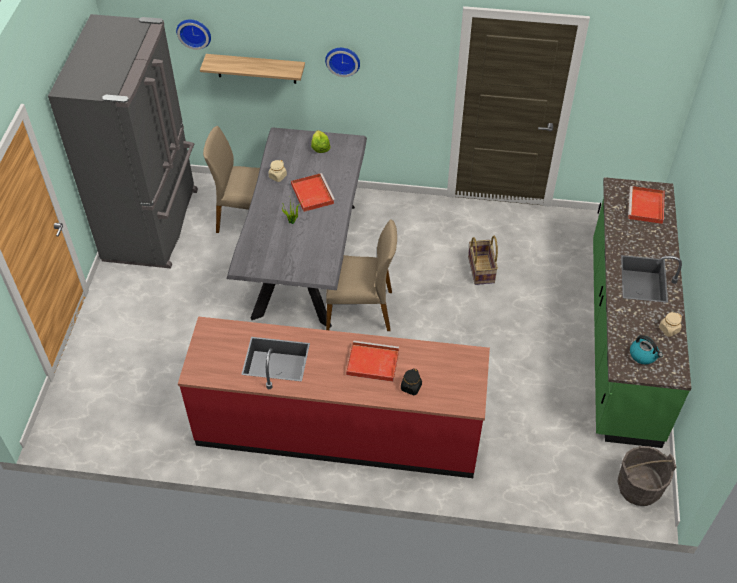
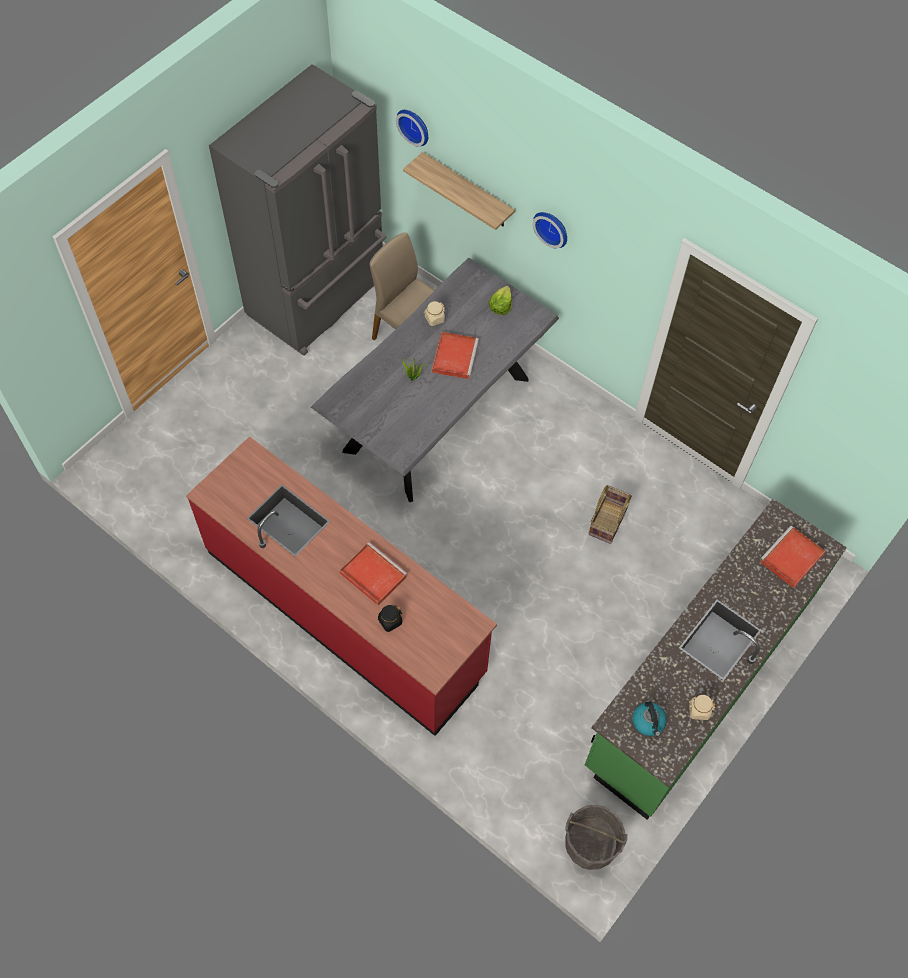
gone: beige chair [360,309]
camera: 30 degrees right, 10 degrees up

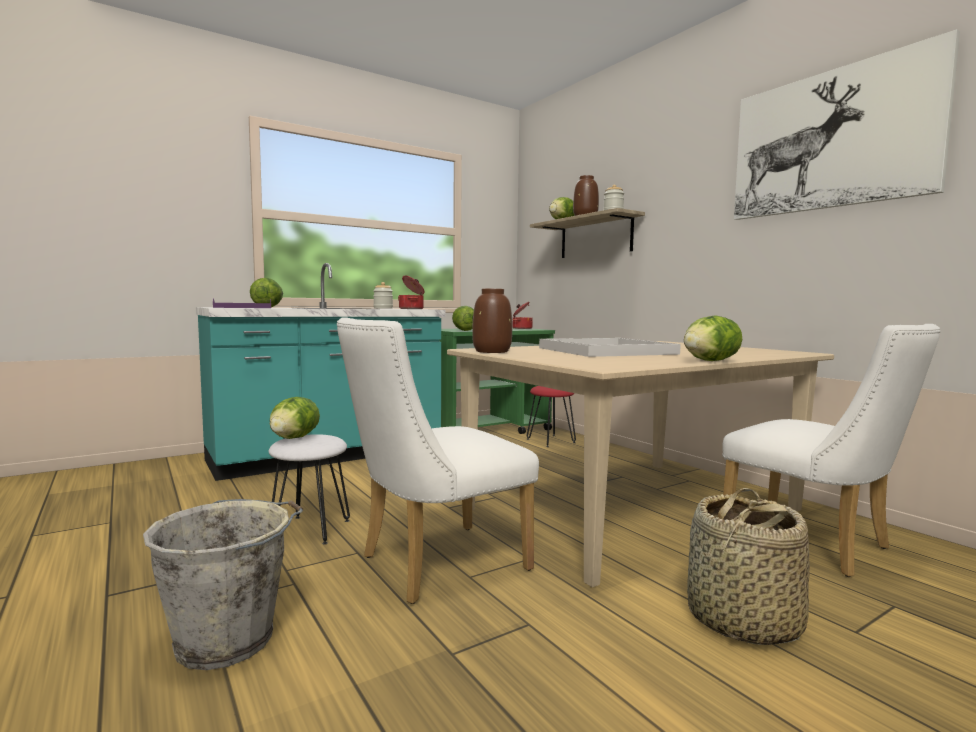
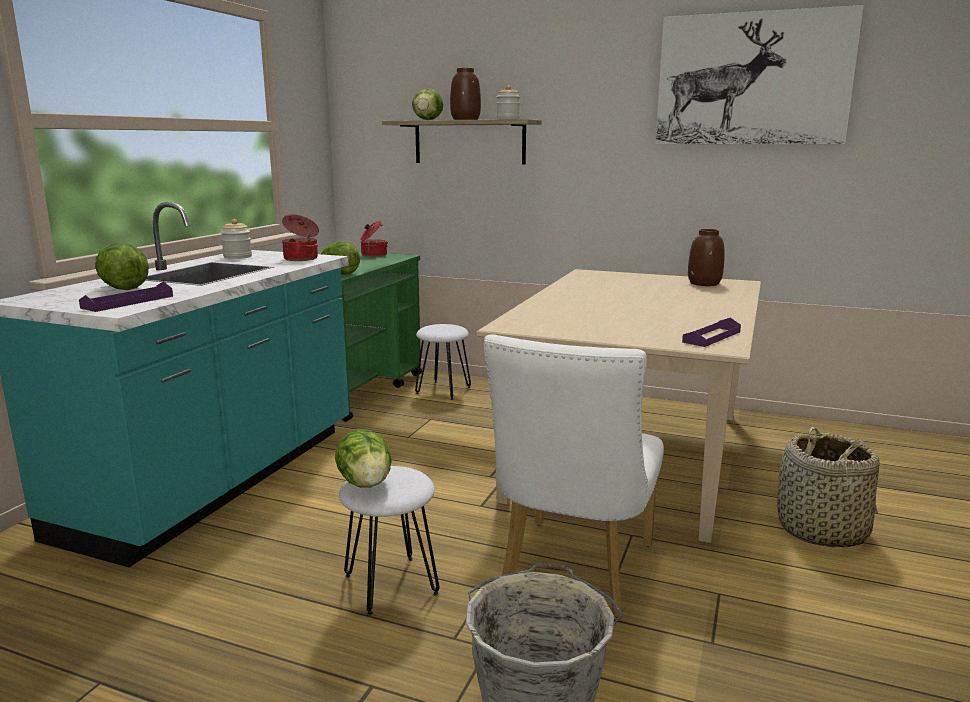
gone: white tray [605,351]; lettuce [710,361]; white chair [816,545]
new: purple tray [711,337]
shifted: brown vase [492,351] to [704,283]
repainted: red stool [551,441] to white stool [443,390]
camera: 35 degrees left, 10 degrees up

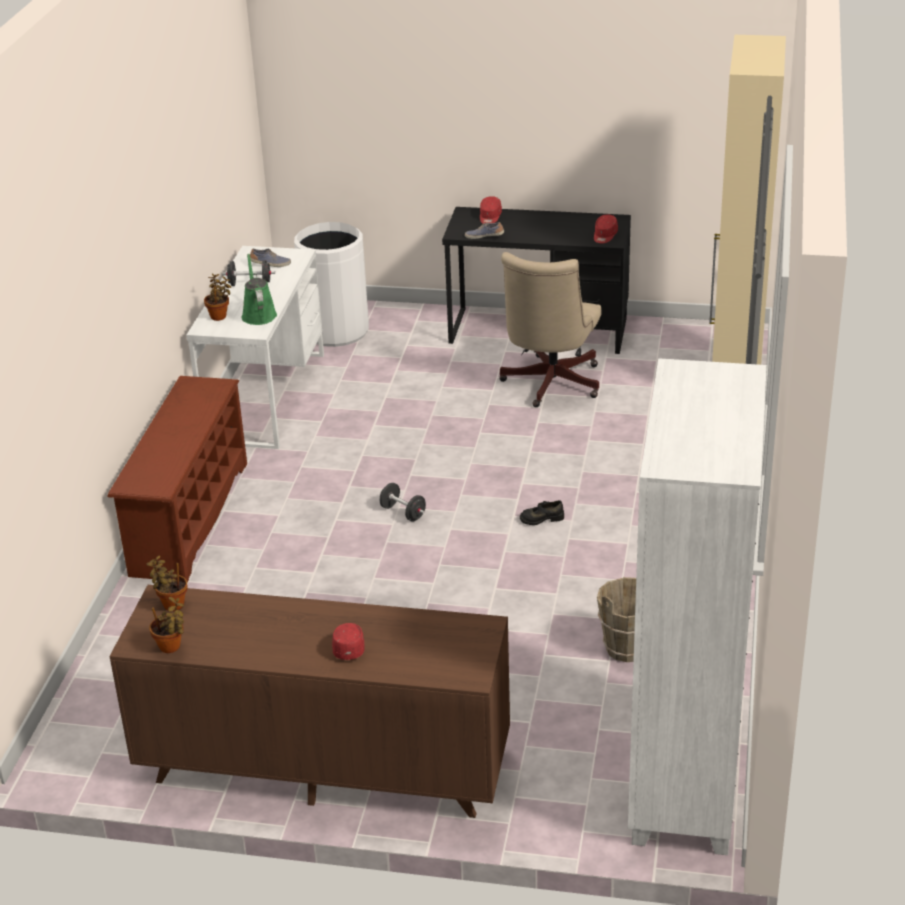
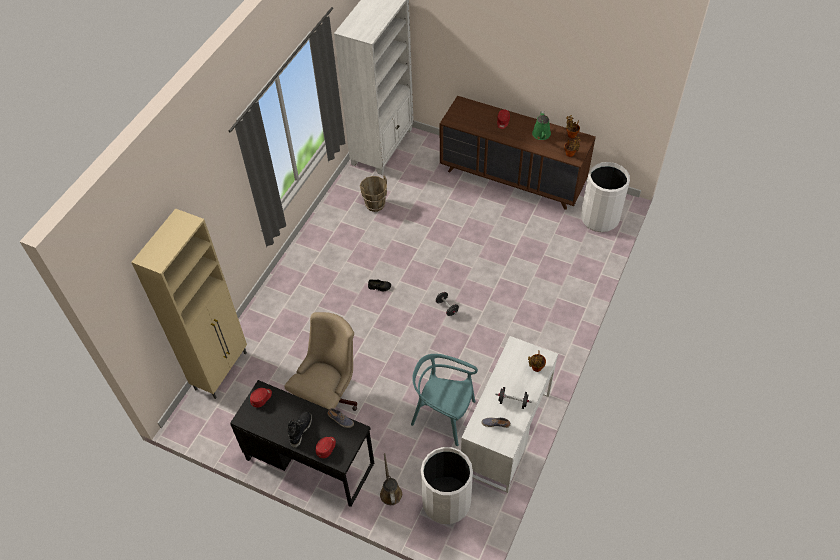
gone: brown shoe rack [188,518]
new: black boot [300,430]; brown watering can [390,492]; turquoise chair [443,415]; white trash can [600,218]
shifted: green watering can [258,314] to [541,135]
camera: 165 degrees left, 20 degrees up

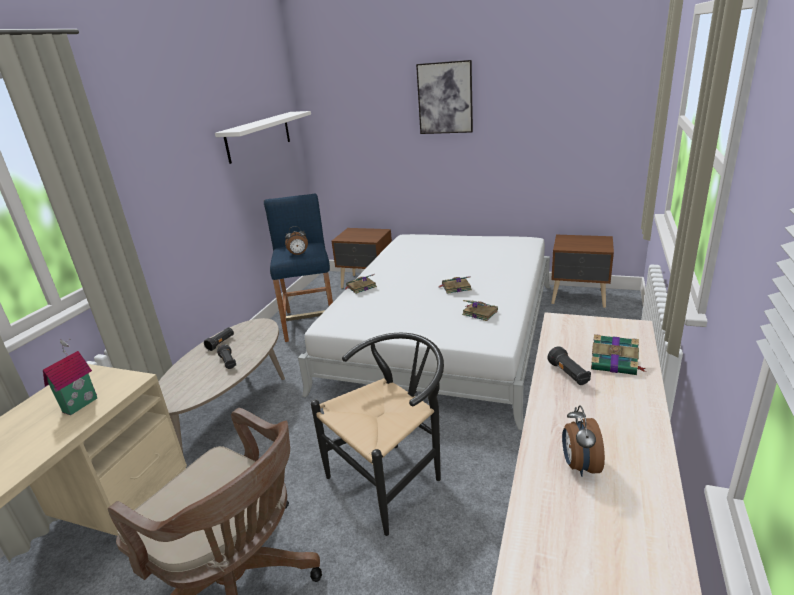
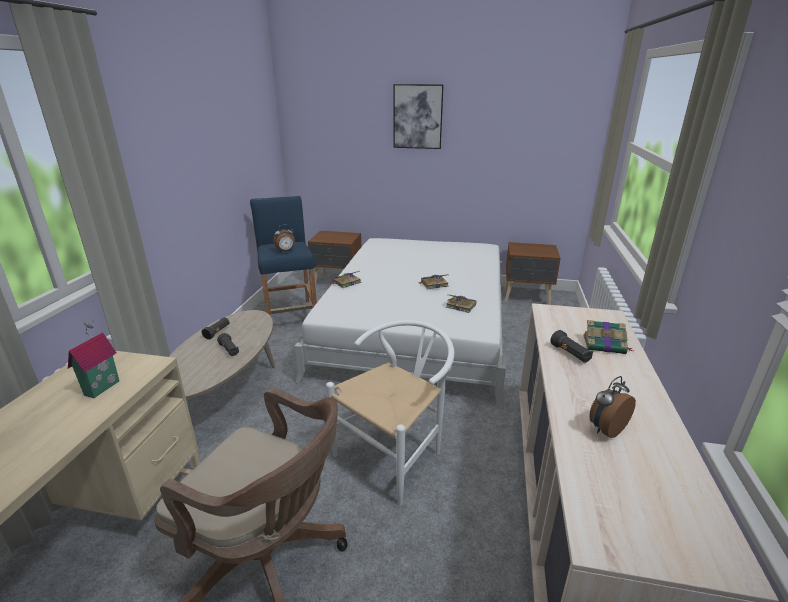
gone: white shelf [259,136]
repainted: black chair [393,477] to white chair [396,453]
rotated: alarm clock [579,466] = [605,429] 60 degrees clockwise
camera: 10 degrees left, 0 degrees up

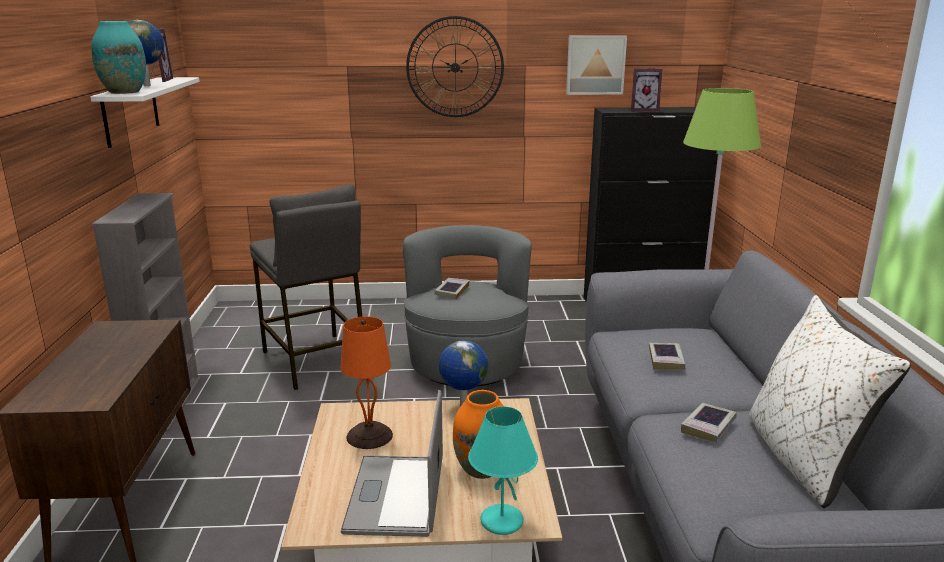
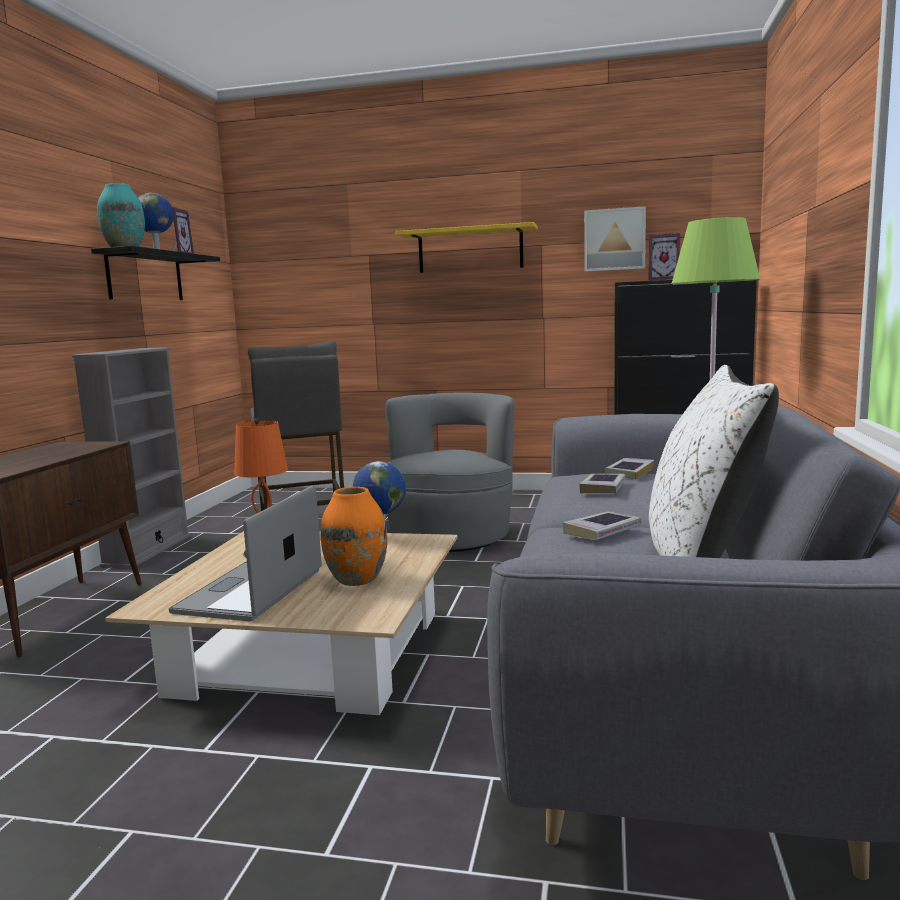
gone: turquoise table lamp [500,521]
shifted: book [452,291] to [629,472]
swapped: wall clock [455,67] to yellow shelf [470,250]
repainted: white shelf [131,110] to black shelf [145,277]
camera: 15 degrees right, 10 degrees down

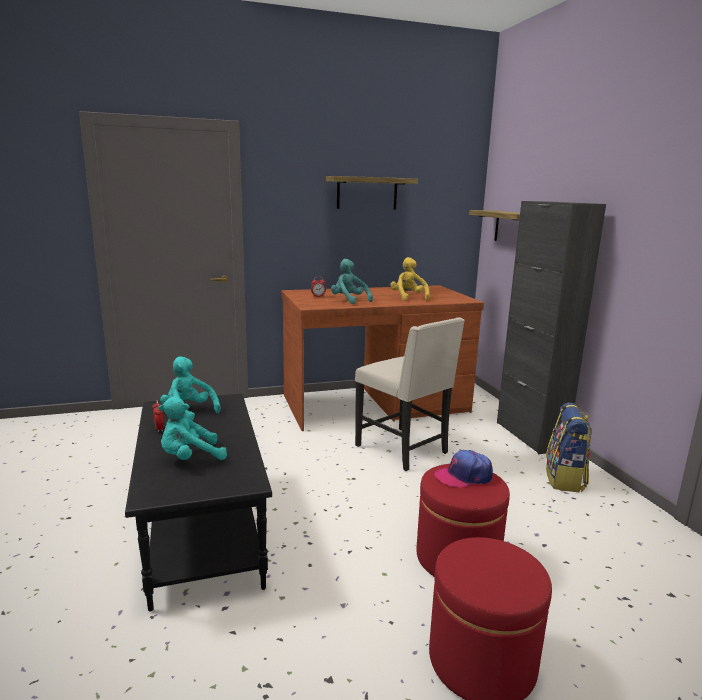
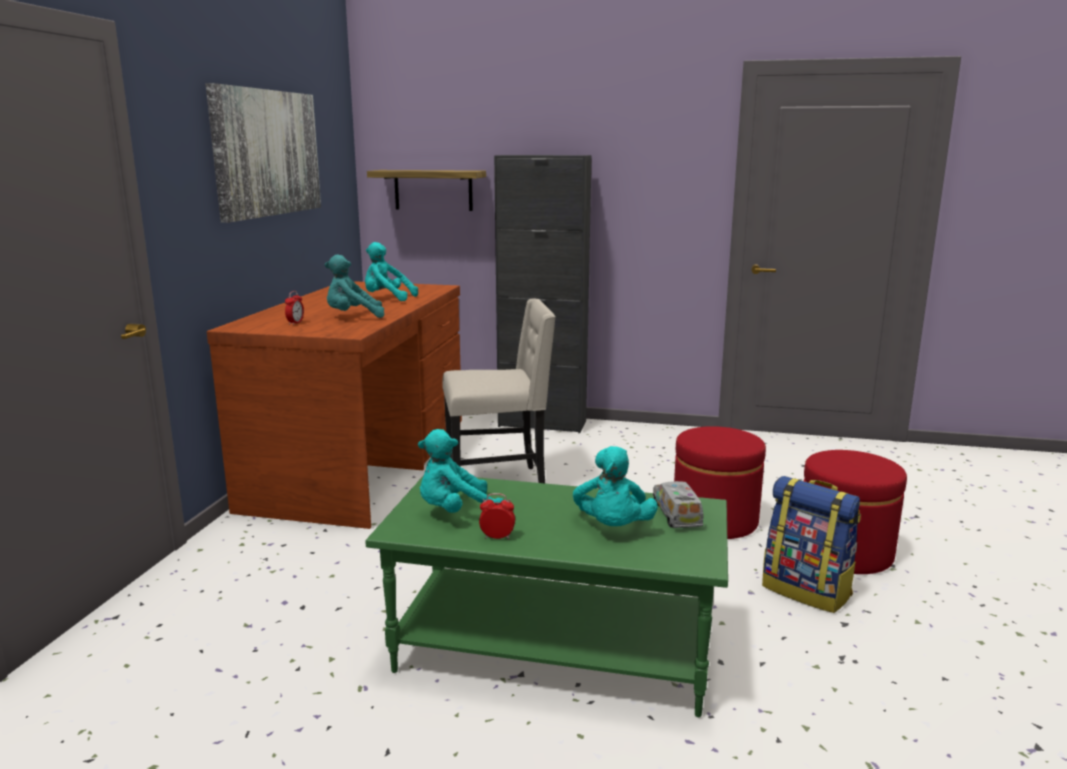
gone: cap [463,476]
new: toy truck [676,514]
shifted: backpack [565,479] to [807,591]
swapped: shelf [367,193] to picture [267,153]
repainted: black coffee table [201,529] to green coffee table [552,652]; yellow plush toy [408,298] to turquoise plush toy [387,298]
camera: 60 degrees left, 0 degrees up

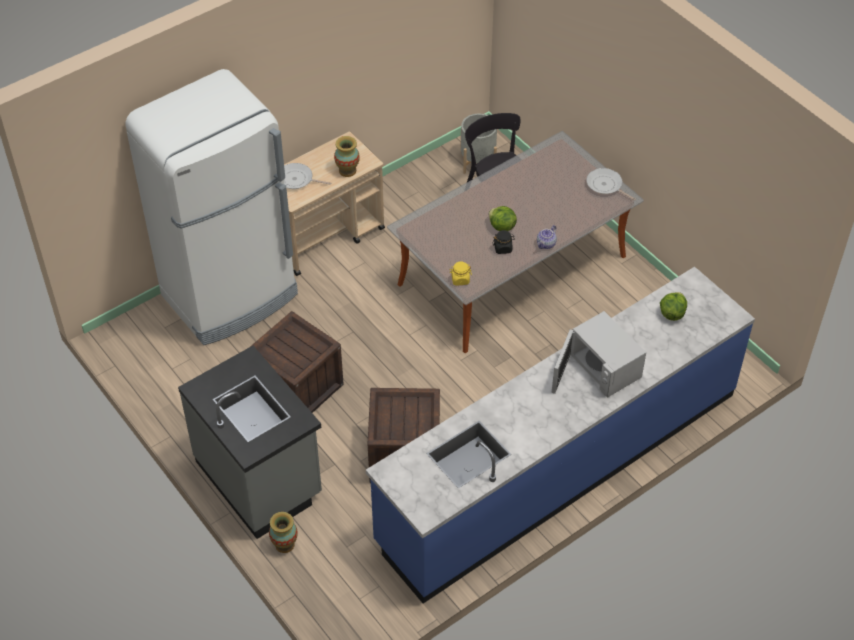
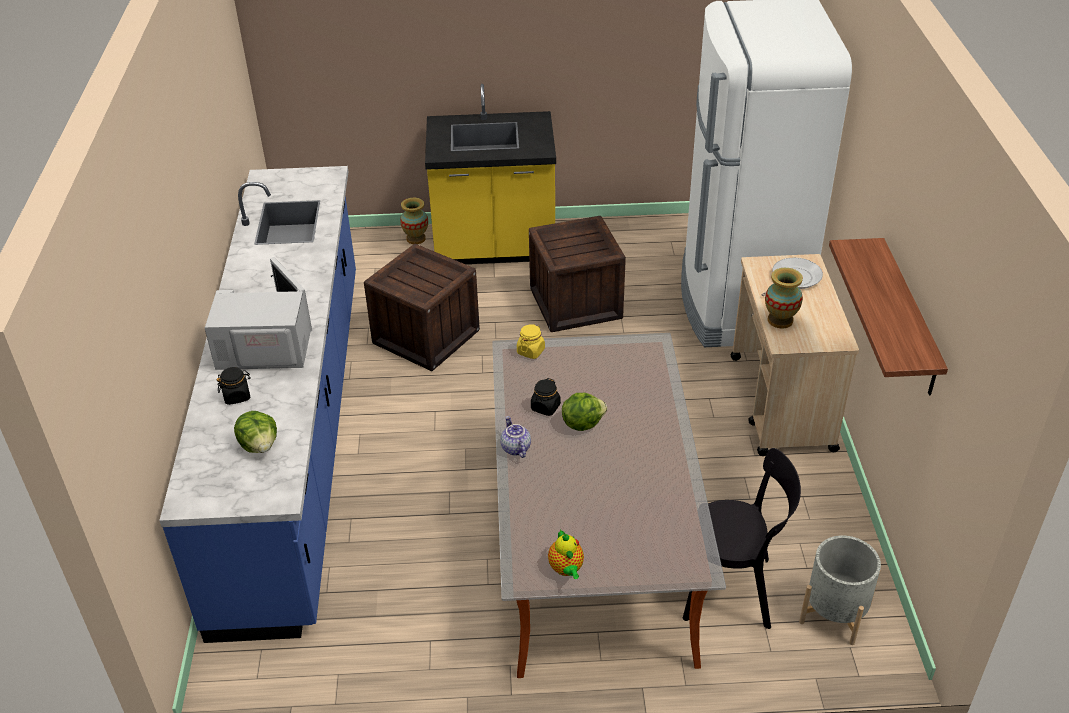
new: black jar [237,396]; shelf [909,318]
swapped: frying pan [606,185] to teapot [566,569]
repainted: grey counter [260,478] to yellow counter [495,248]
camera: 125 degrees right, 10 degrees down

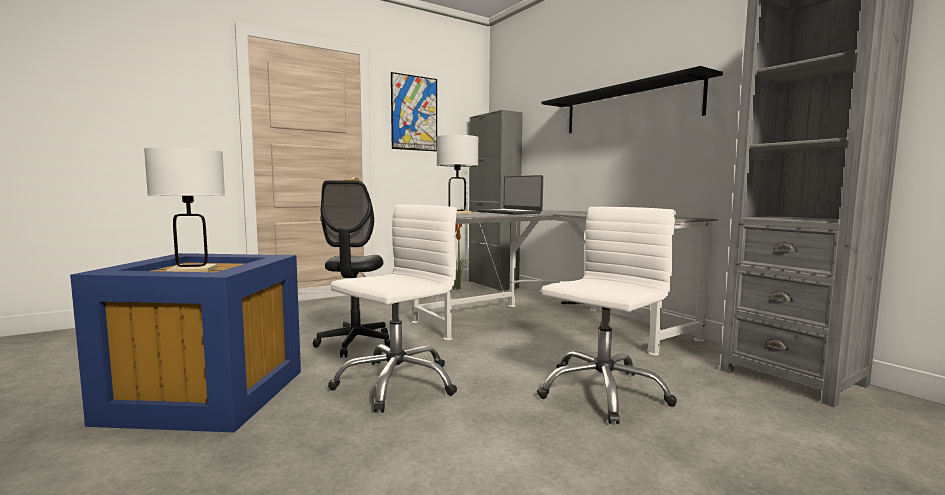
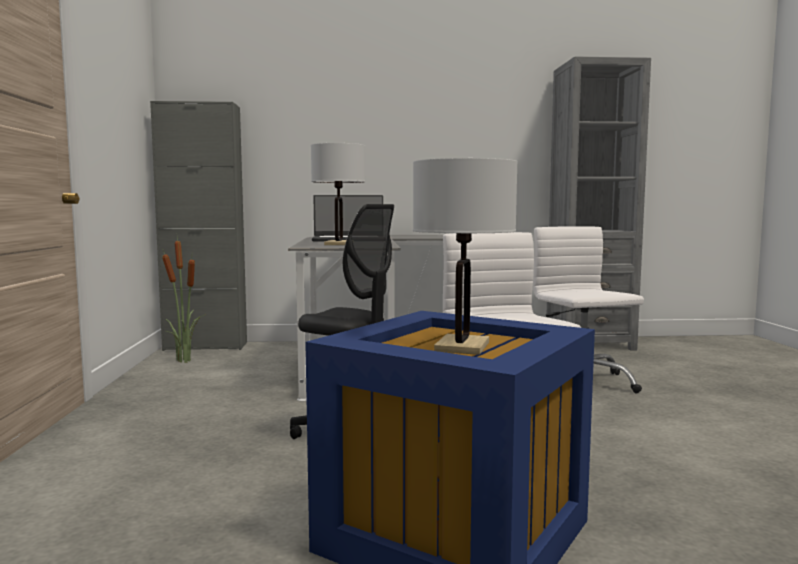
gone: picture [414,113]; black shelf [628,108]
camera: 60 degrees left, 0 degrees up

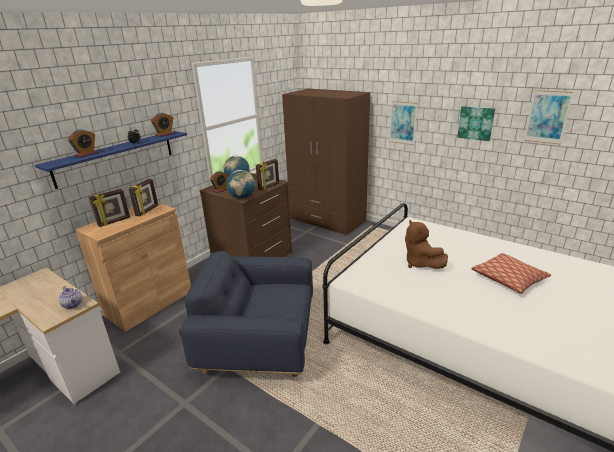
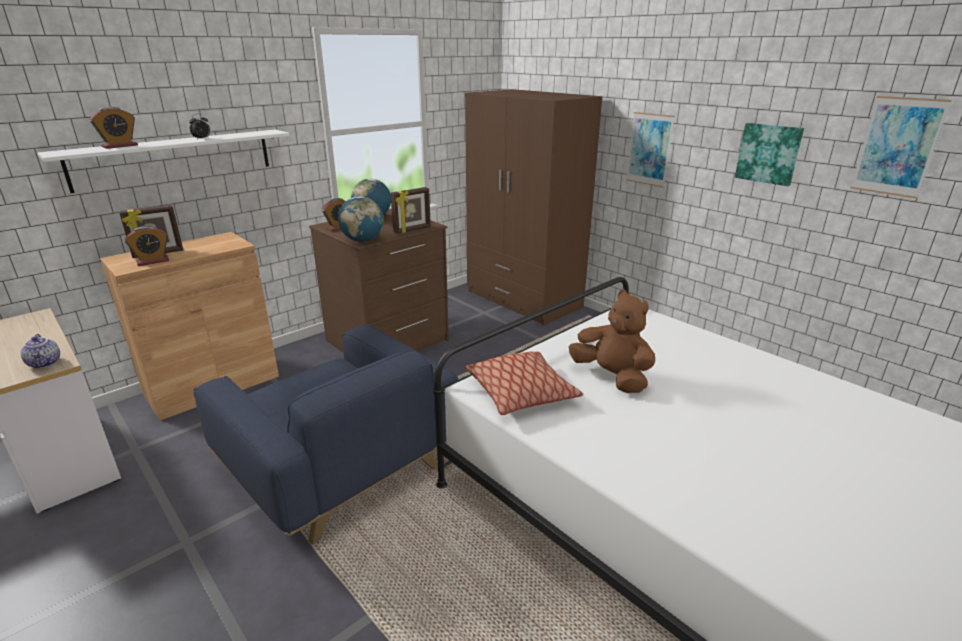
gone: picture frame [147,211]
shifted: alarm clock [165,134] to [153,261]; pillow [508,279] to [521,393]
repainted: blue shelf [116,158] to white shelf [174,159]
rotated: blue armchair [259,341] = [339,466] 150 degrees counterclockwise; brown plush toy [420,263] = [612,377] 150 degrees clockwise
camera: 10 degrees right, 0 degrees up

